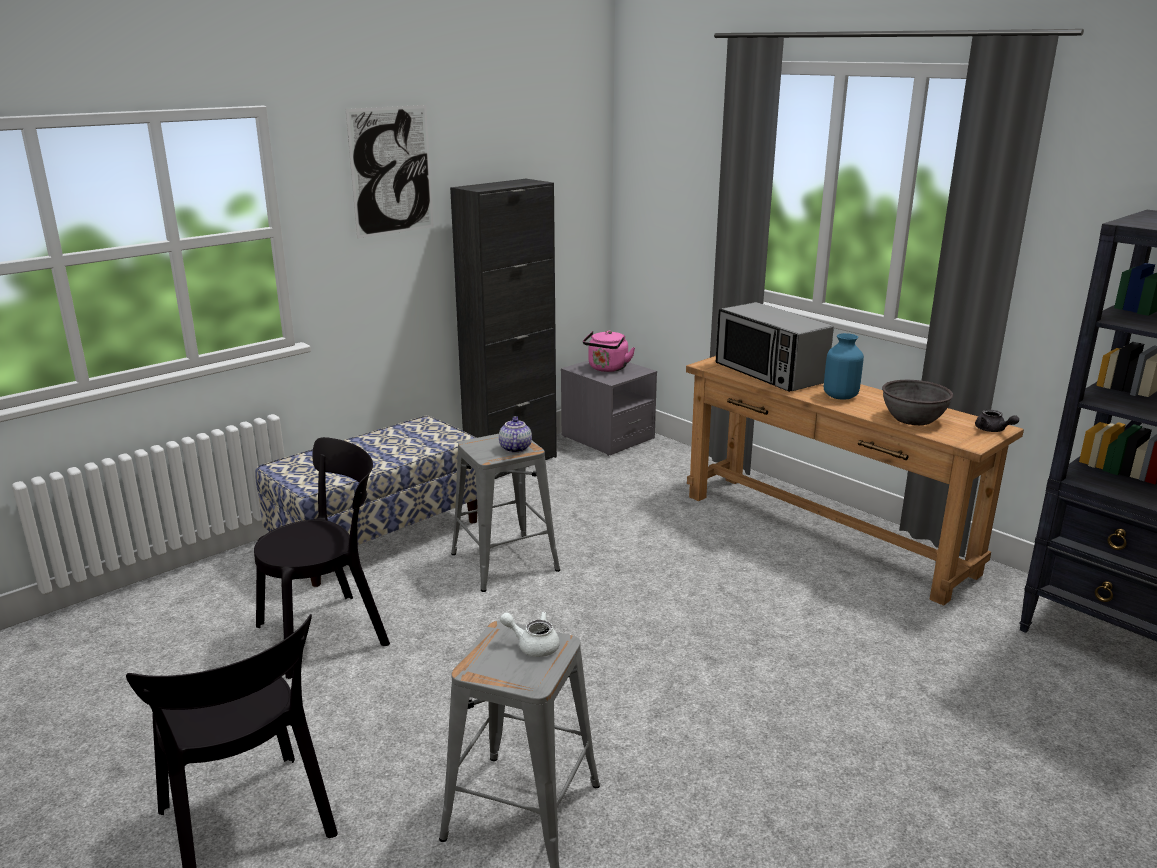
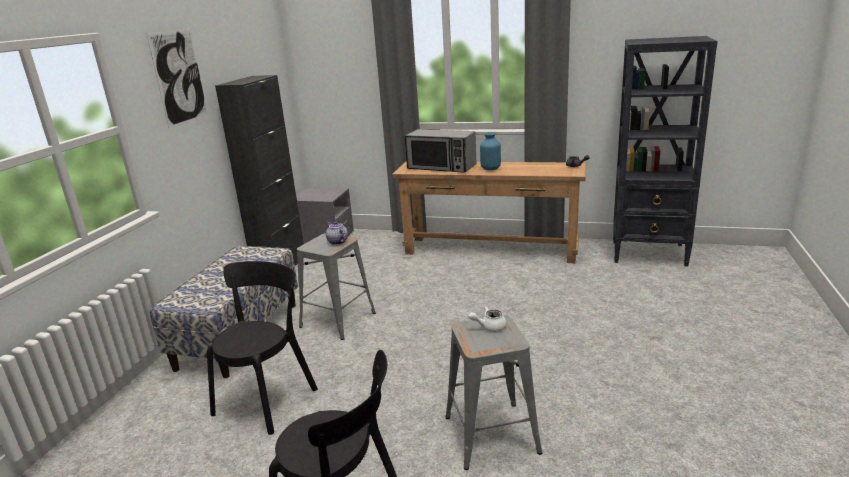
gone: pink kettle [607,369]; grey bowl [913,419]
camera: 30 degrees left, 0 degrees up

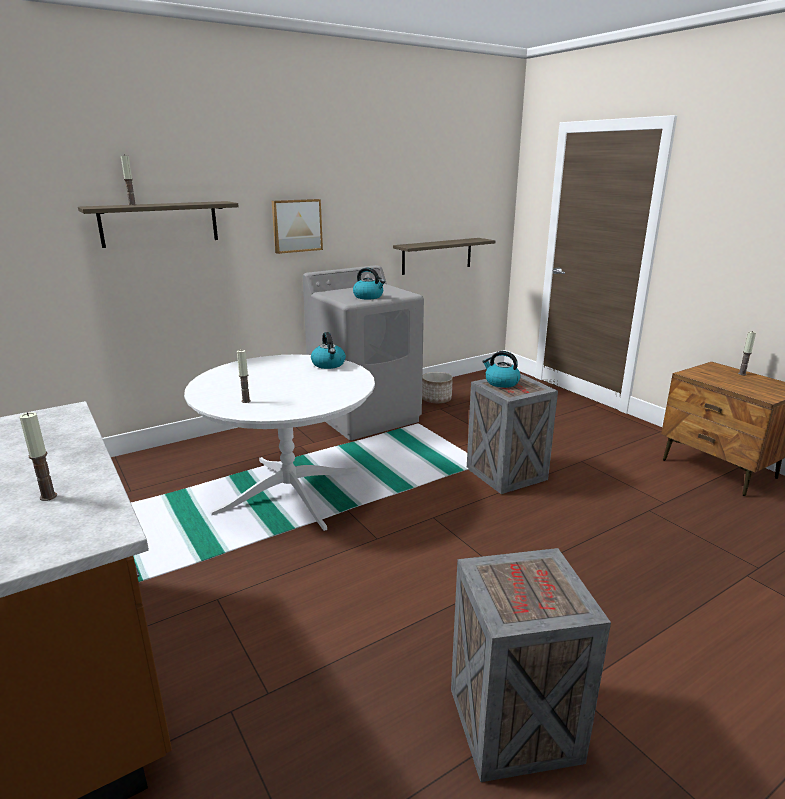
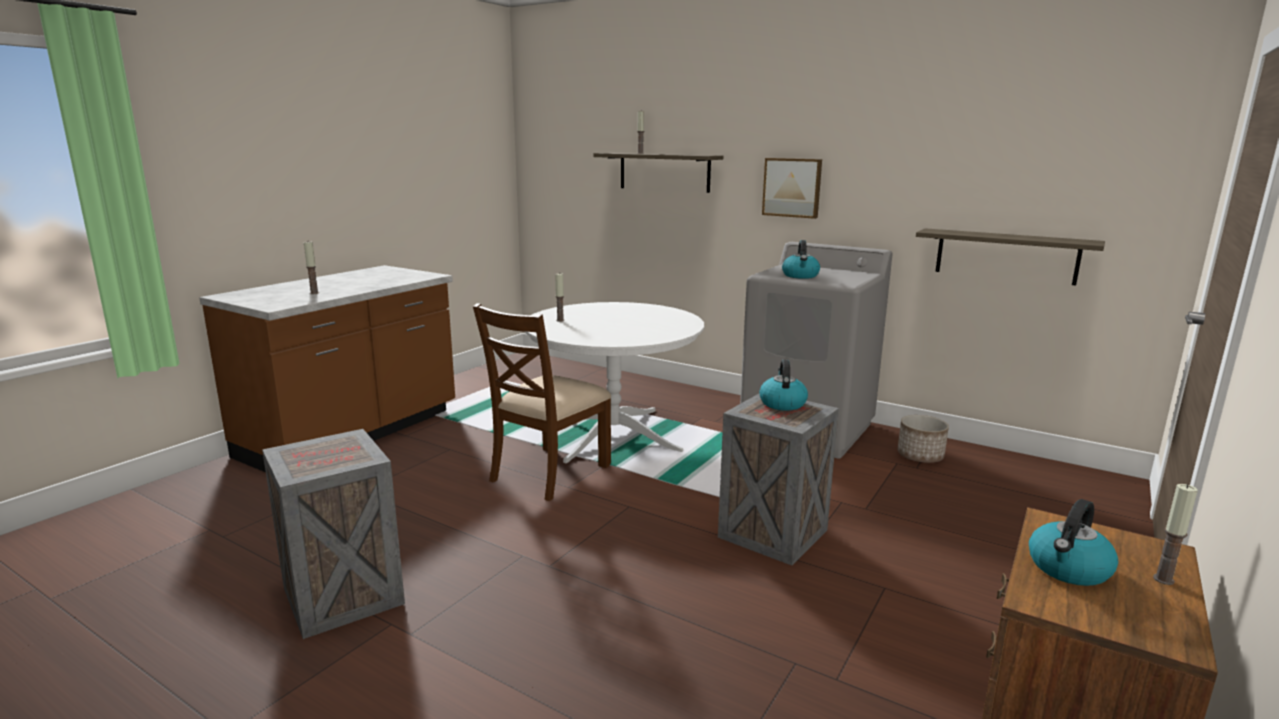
new: brown chair [548,472]
shifted: kettle [329,364] to [1068,569]
camera: 65 degrees right, 5 degrees down

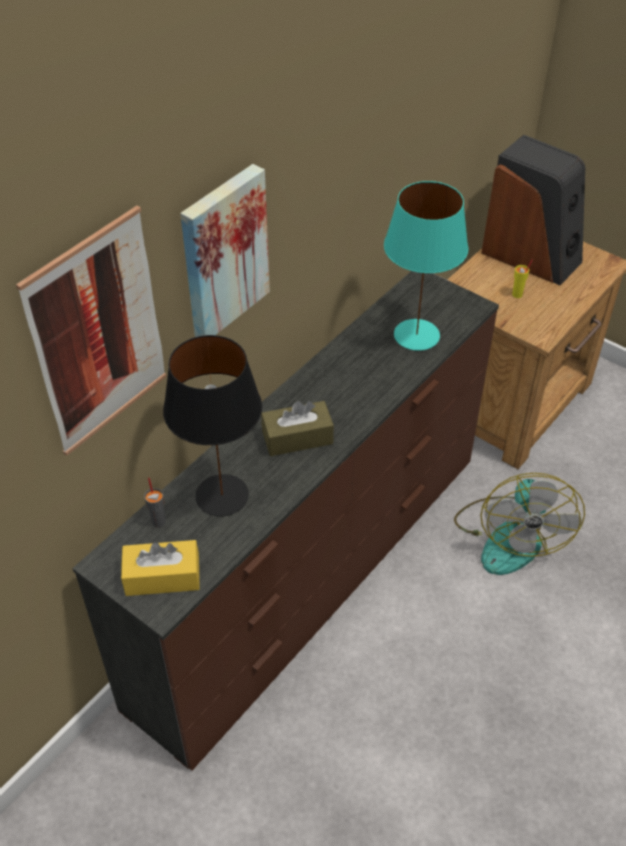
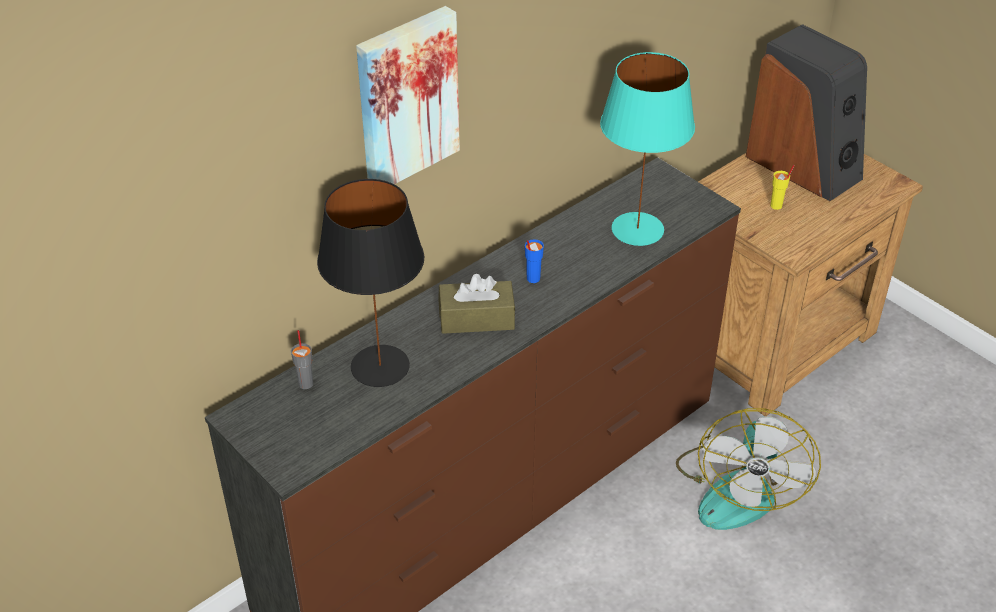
gone: picture [98,335]; yellow tissue box [162,577]
new: blue cup [532,278]
camera: 10 degrees right, 5 degrees down

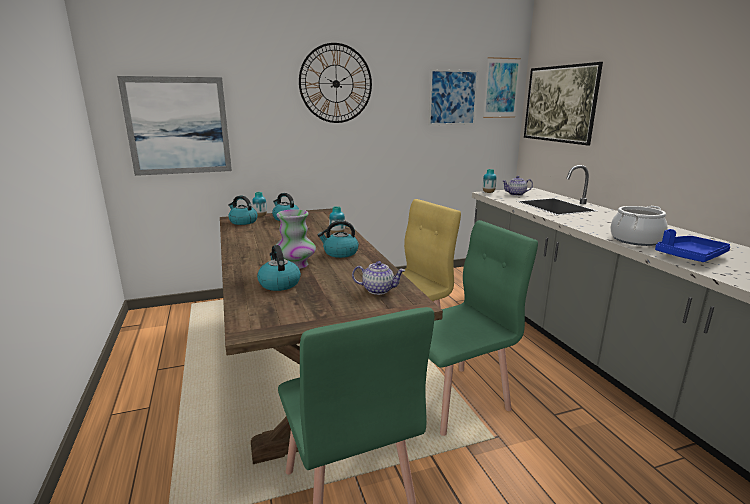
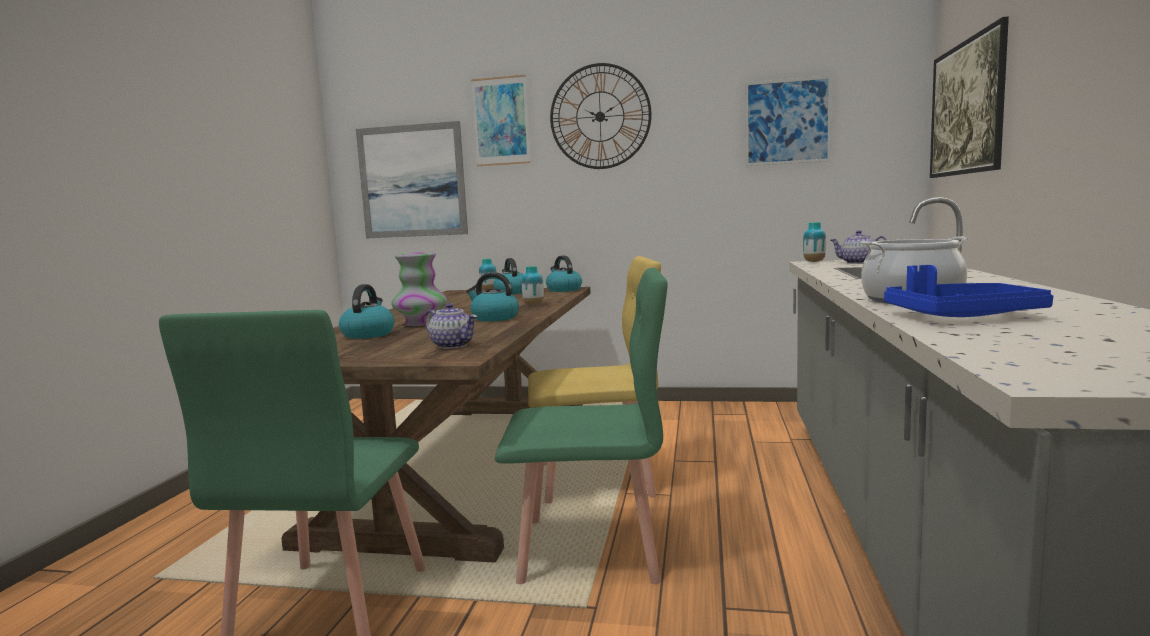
shifted: kettle [243,222] to [563,290]; picture [501,88] to [501,121]
camera: 30 degrees right, 10 degrees down

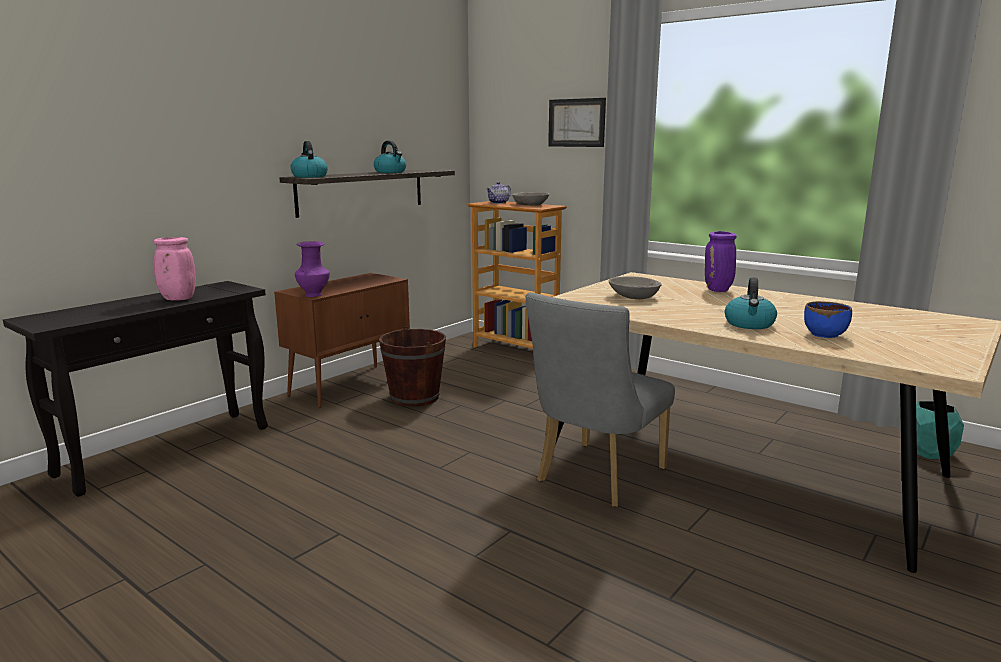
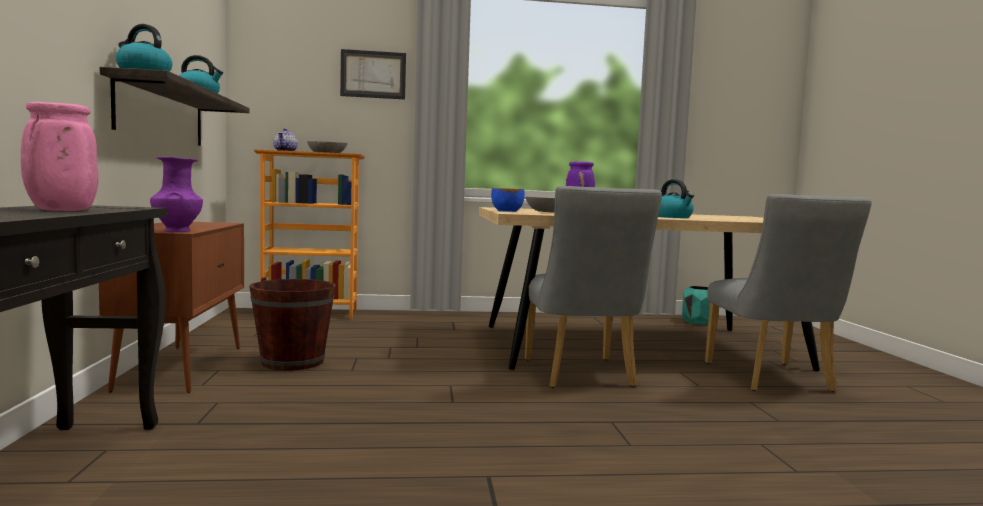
new: grey chair [773,379]
shifted: blue bowl [825,334] to [507,211]
camera: 45 degrees left, 10 degrees down

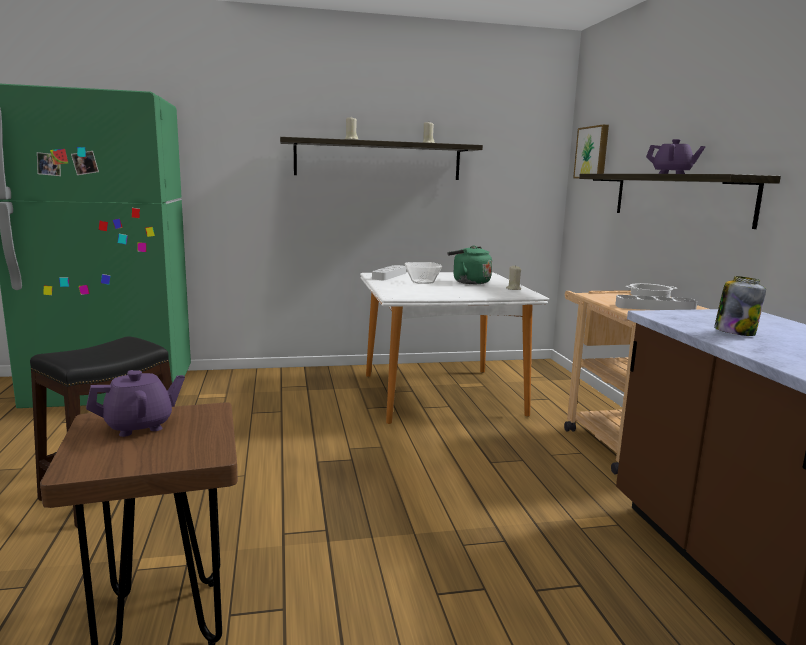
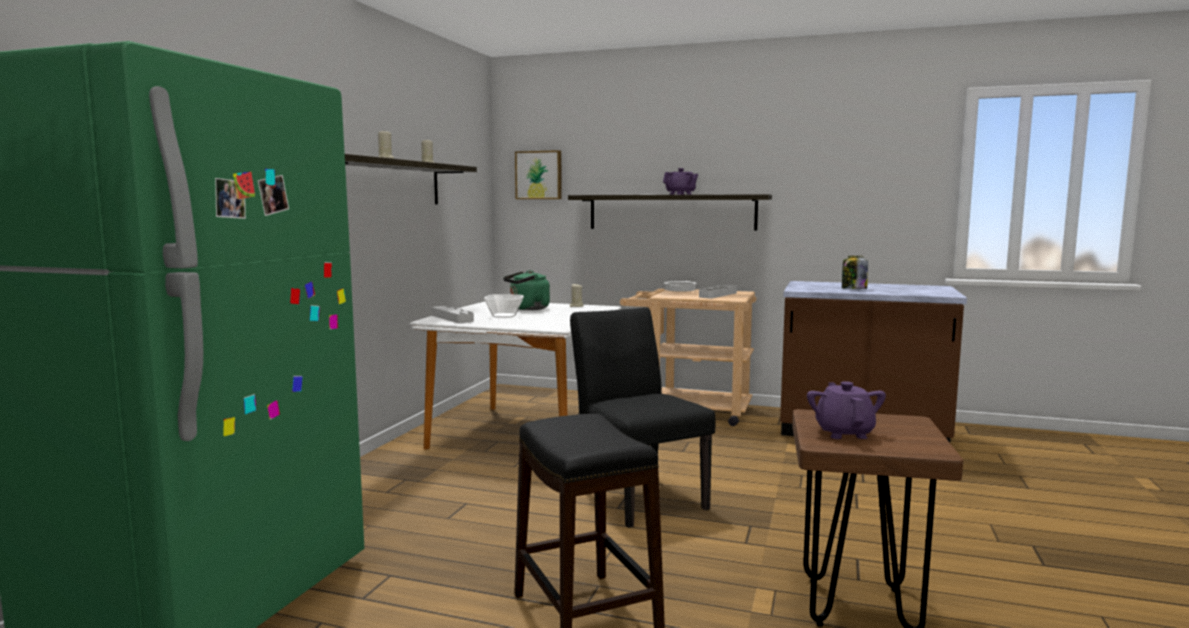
new: black chair [637,495]
camera: 60 degrees left, 5 degrees down

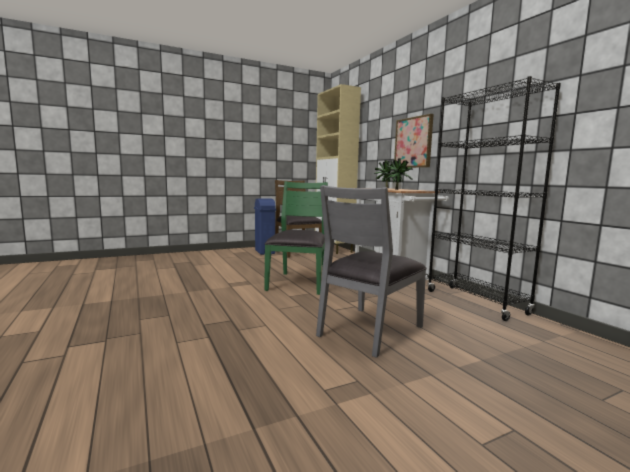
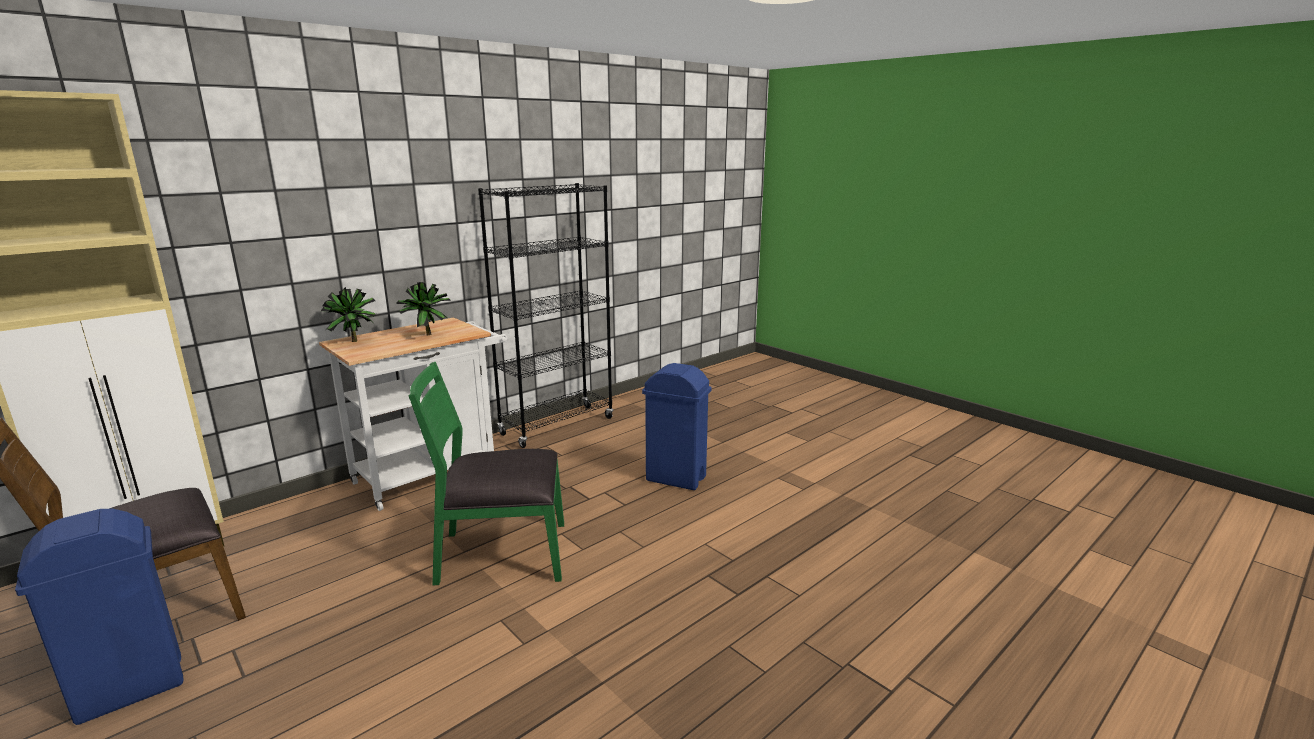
gone: picture [413,142]
swapped: grey chair [368,330] to blue trash can [676,479]
camera: 105 degrees left, 10 degrees up

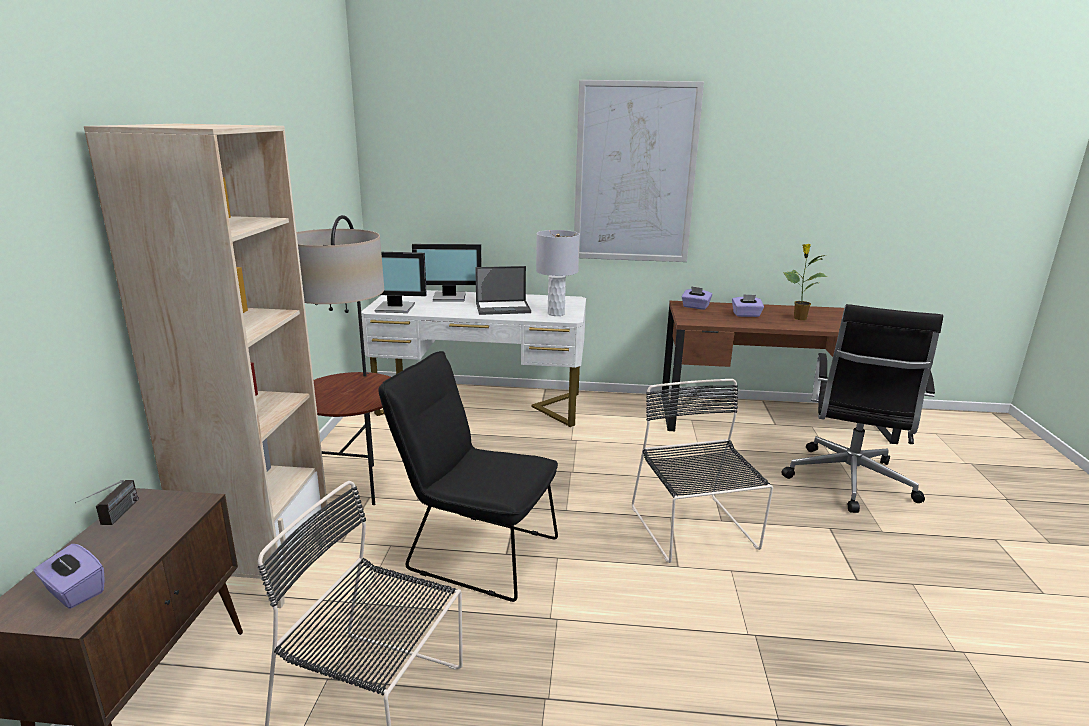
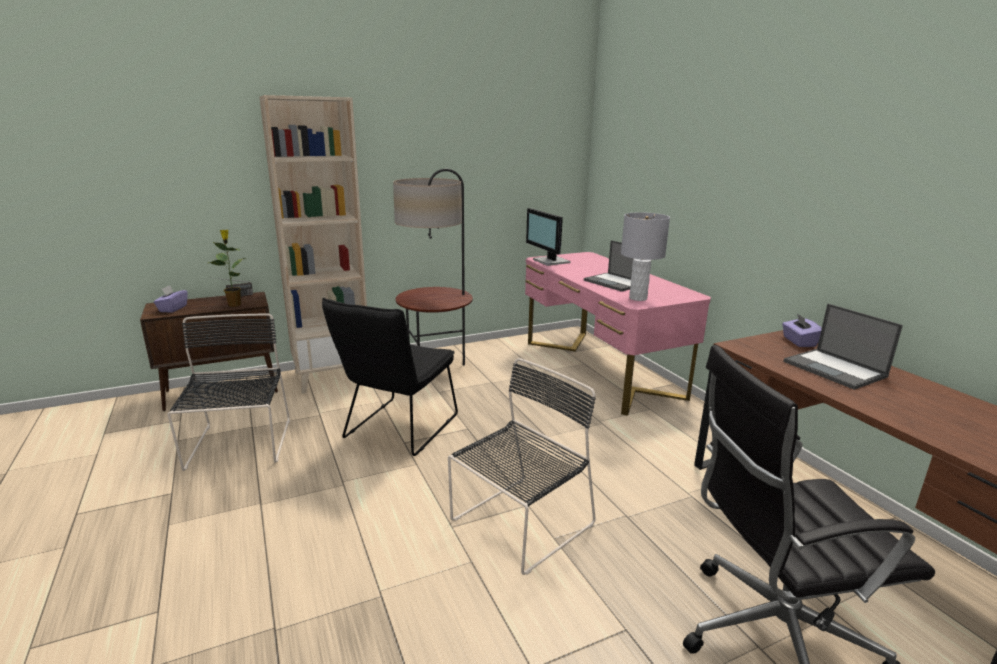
gone: monitor [450,297]; picture [634,174]
shifted: potted plant [799,318] to [234,304]
swapped: purple tissue box [746,315] to laptop [835,369]
repainted: white desk [480,404] to pink desk [600,368]
rotated: black chair [474,551] = [397,430] 150 degrees counterclockwise
camera: 60 degrees right, 0 degrees up

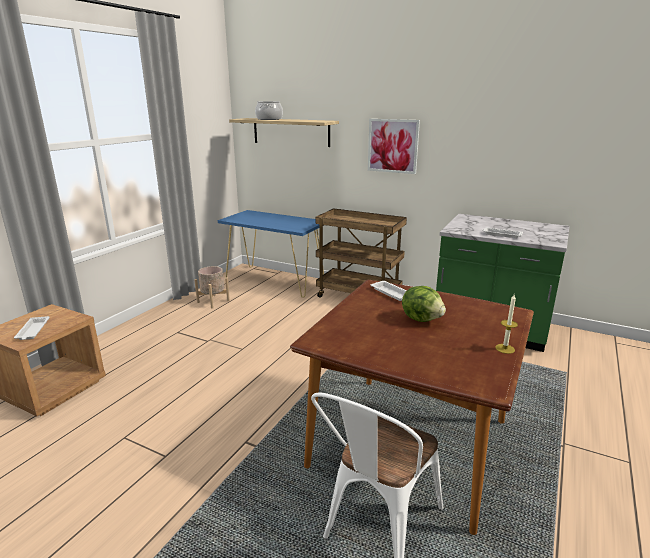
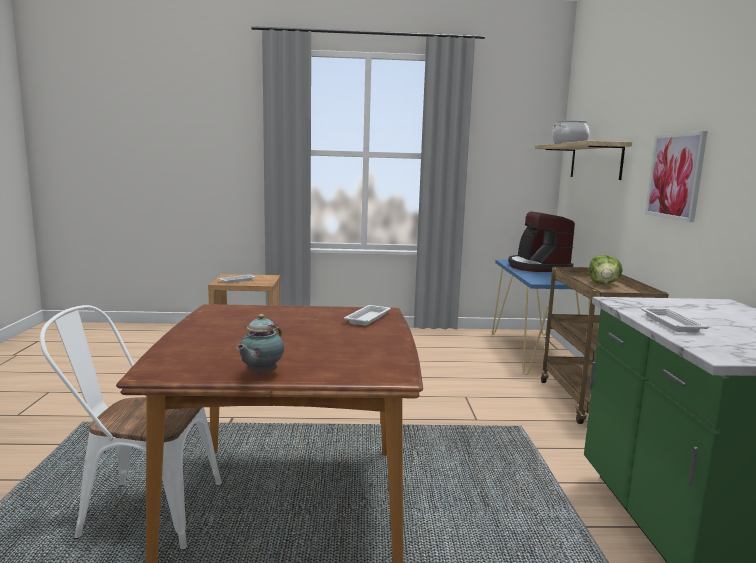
gone: beige planter [213,301]
new: coffee machine [537,267]
shifted: lettuce [422,319] to [603,284]
swapped: candle [505,348] to teapot [260,374]
camera: 60 degrees right, 10 degrees down

